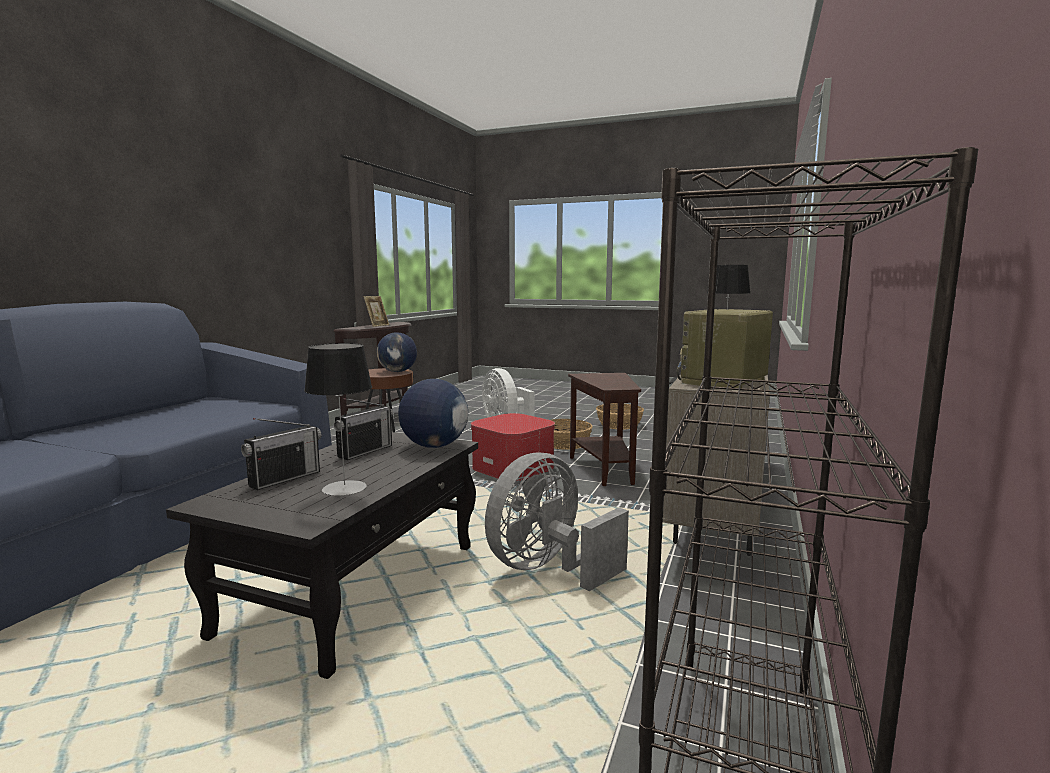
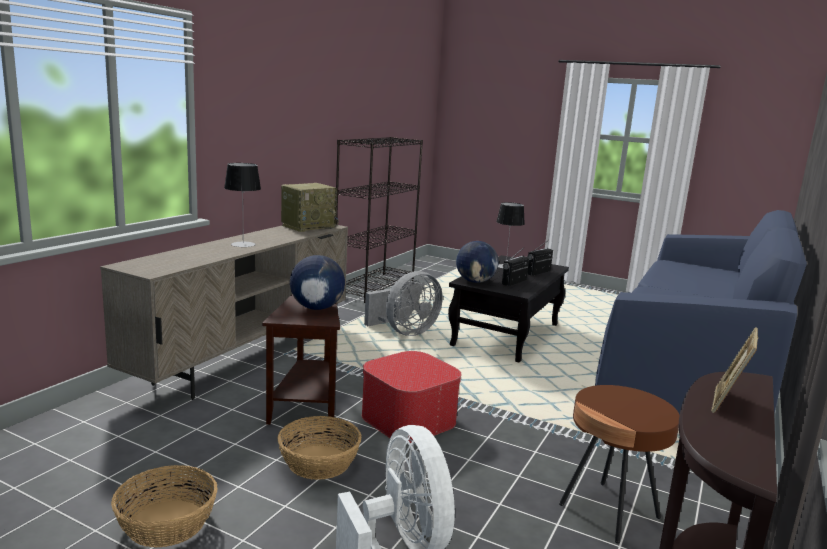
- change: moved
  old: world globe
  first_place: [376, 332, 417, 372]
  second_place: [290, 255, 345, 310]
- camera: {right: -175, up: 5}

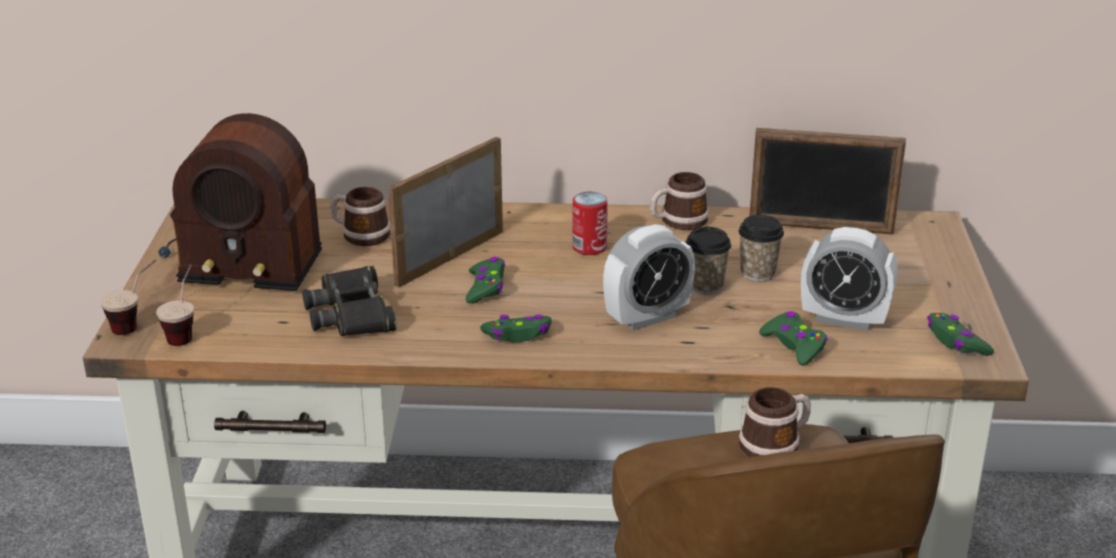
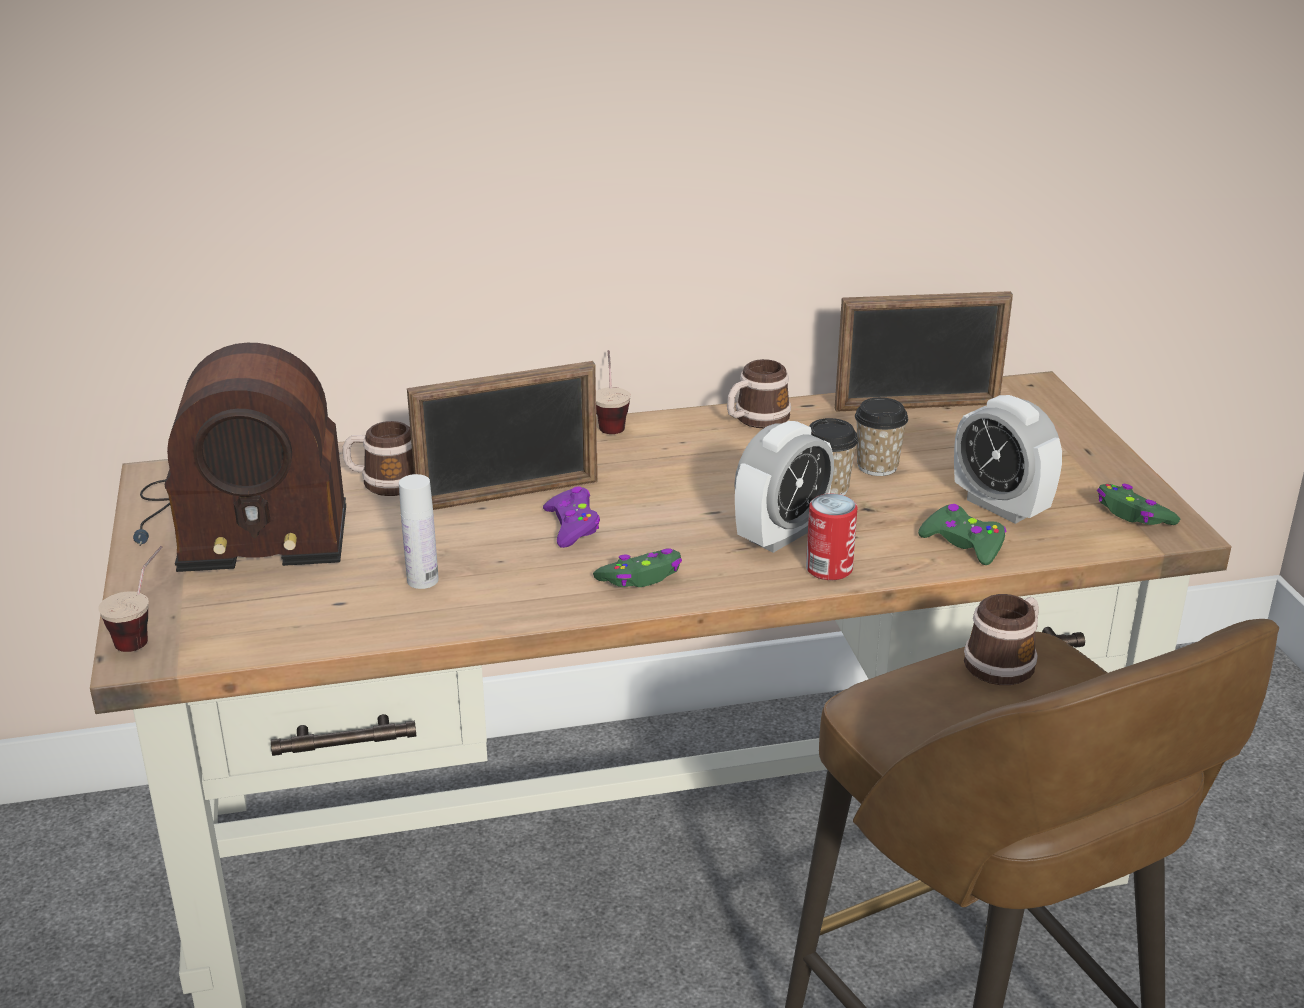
- change: turned
  old: picture frame
  first_place: [388, 137, 503, 287]
  second_place: [407, 361, 598, 510]
  degrees: -135
- change: moved
  old: metal can
  first_place: [572, 192, 608, 255]
  second_place: [806, 494, 857, 580]
- change: turned
  old: table clock
  first_place: [801, 227, 898, 331]
  second_place: [954, 395, 1062, 524]
  degrees: 45
- change: recoloured
  old: green game controller
  new: purplish game controller
  first_place: [466, 257, 505, 304]
  second_place: [543, 486, 600, 548]
- change: moved
  old: cup
  first_place: [156, 264, 194, 346]
  second_place: [596, 350, 631, 434]
- change: replaced
  old: blackish pair of binoculars
  new: whitish beverage bottle
  first_place: [302, 266, 397, 336]
  second_place: [399, 474, 439, 589]
- camera: {right: -15, up: 0}

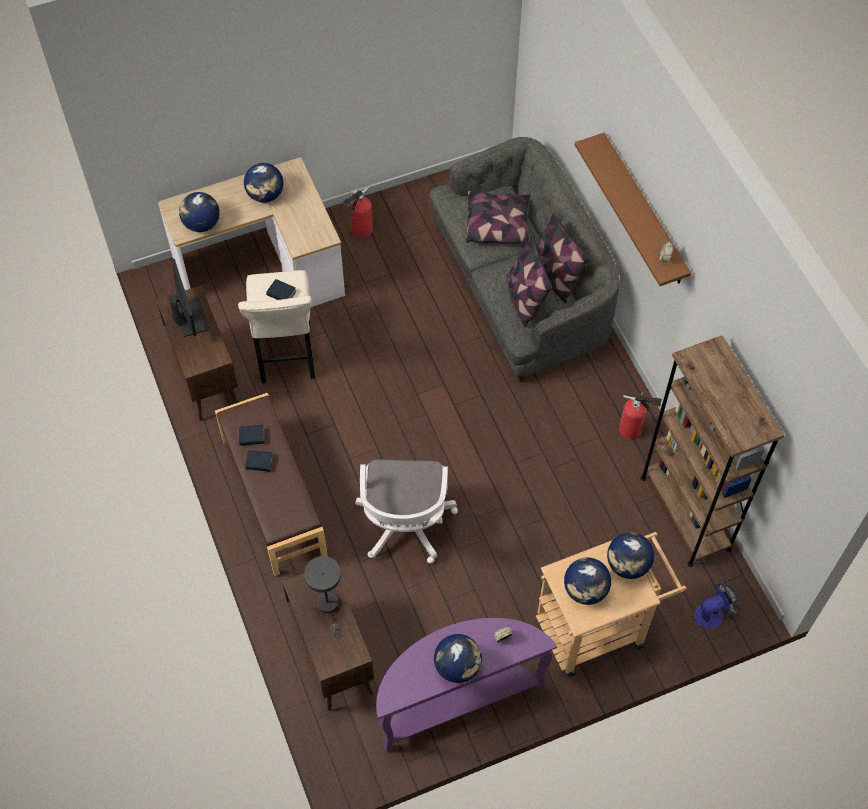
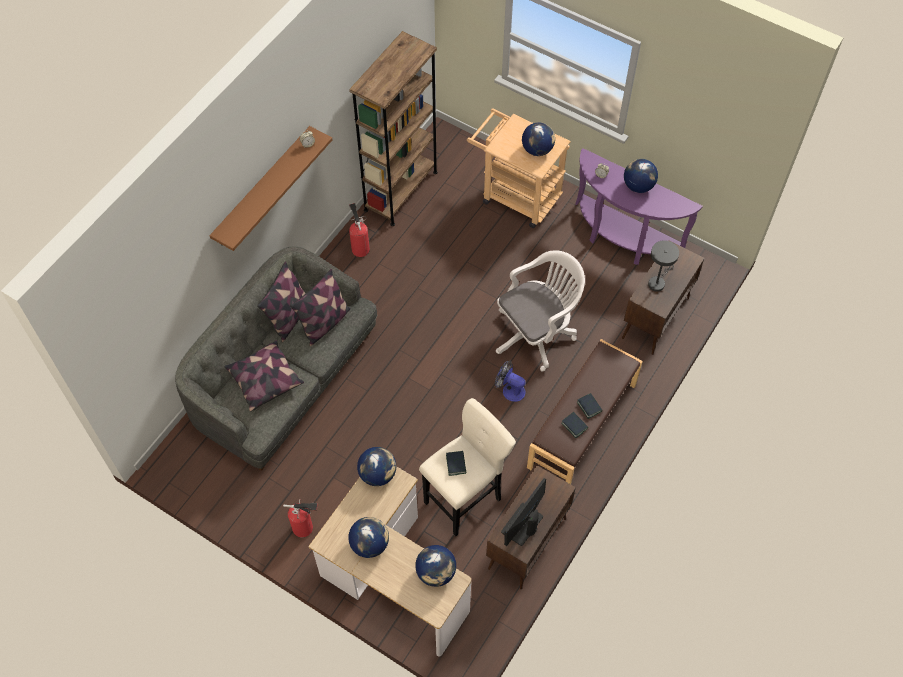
- change: moved
  old: world globe
  first_place: [607, 532, 654, 579]
  second_place: [357, 447, 396, 486]
- change: moved
  old: electric fan
  first_place: [694, 580, 740, 629]
  second_place: [495, 361, 526, 402]
- camera: {right: -125, up: 0}

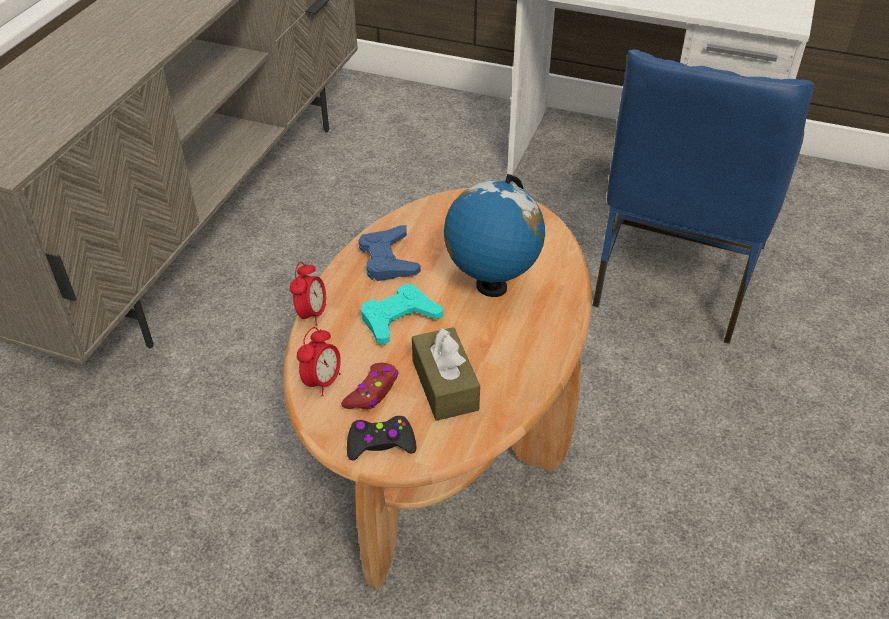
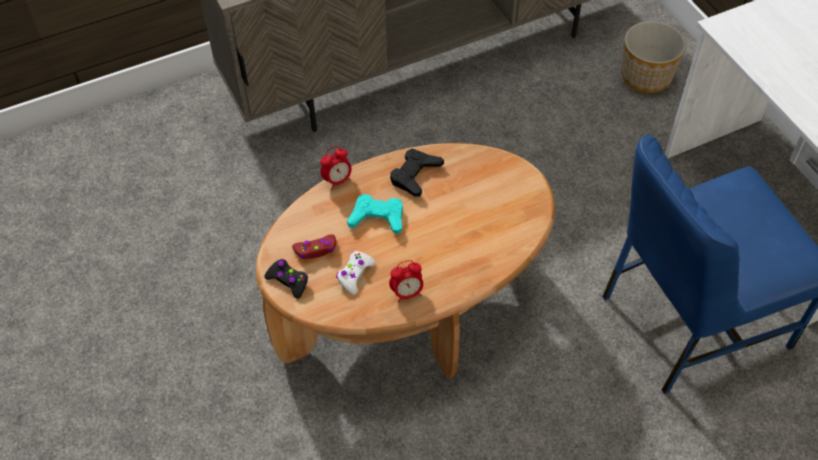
- change: removed
  old: world globe
  first_place: [444, 174, 545, 297]
- change: recoloured
  old: blue-coloured game controller
  new: blackish game controller
  first_place: [359, 225, 421, 281]
  second_place: [390, 149, 444, 197]
- change: replaced
  old: brownish tissue box
  new: whitish game controller
  first_place: [412, 326, 480, 421]
  second_place: [336, 251, 376, 294]
- change: moved
  old: table clock
  first_place: [297, 327, 341, 396]
  second_place: [389, 260, 423, 303]
- change: added
  new: plant pot
  second_place: [621, 21, 686, 93]
- camera: {right: 45, up: 10}

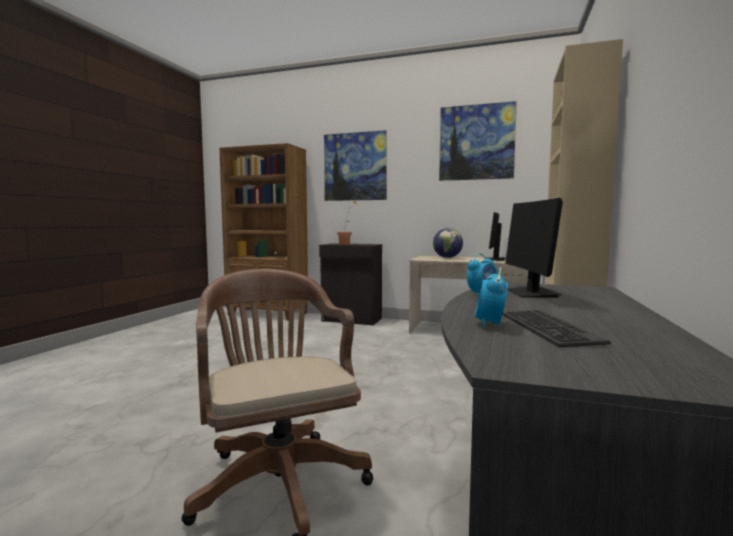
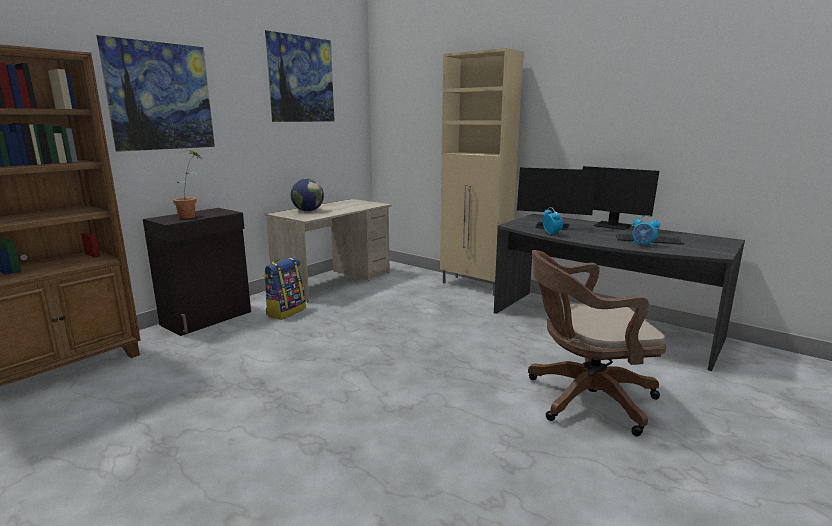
- change: moved
  old: computer display
  first_place: [485, 212, 506, 261]
  second_place: [583, 166, 659, 230]
- change: added
  new: rucksack
  second_place: [264, 257, 306, 320]
- camera: {right: -70, up: 10}

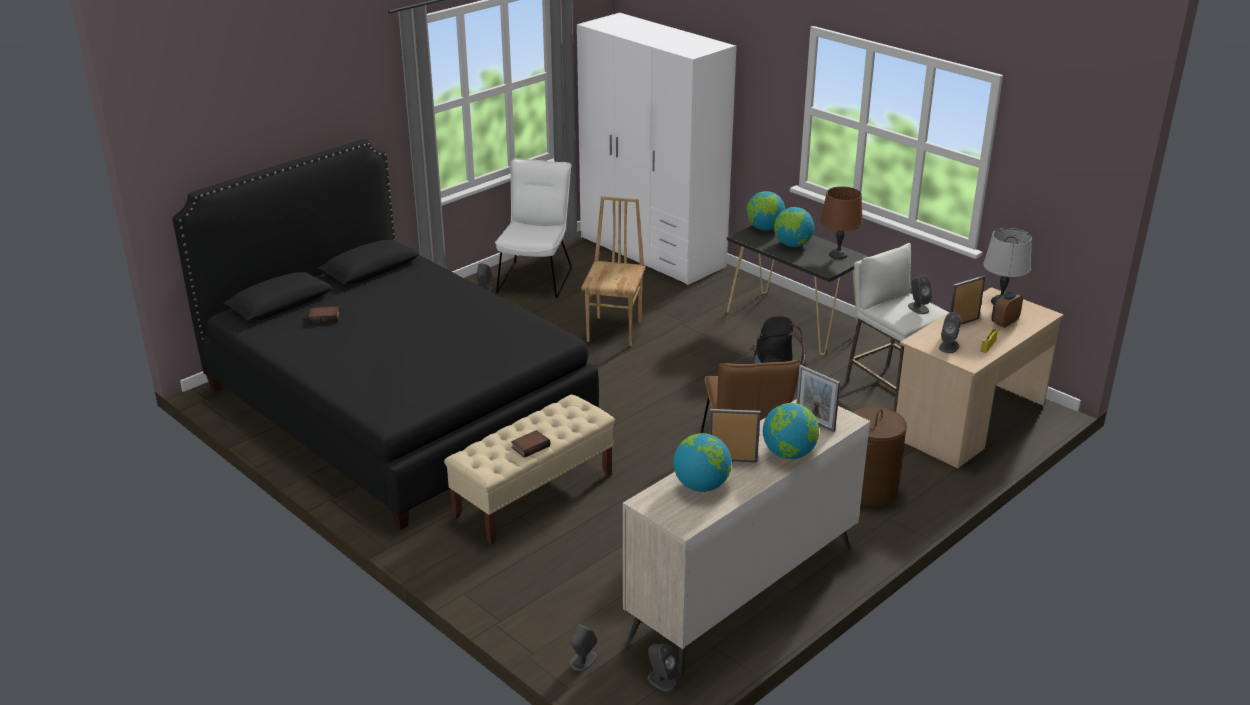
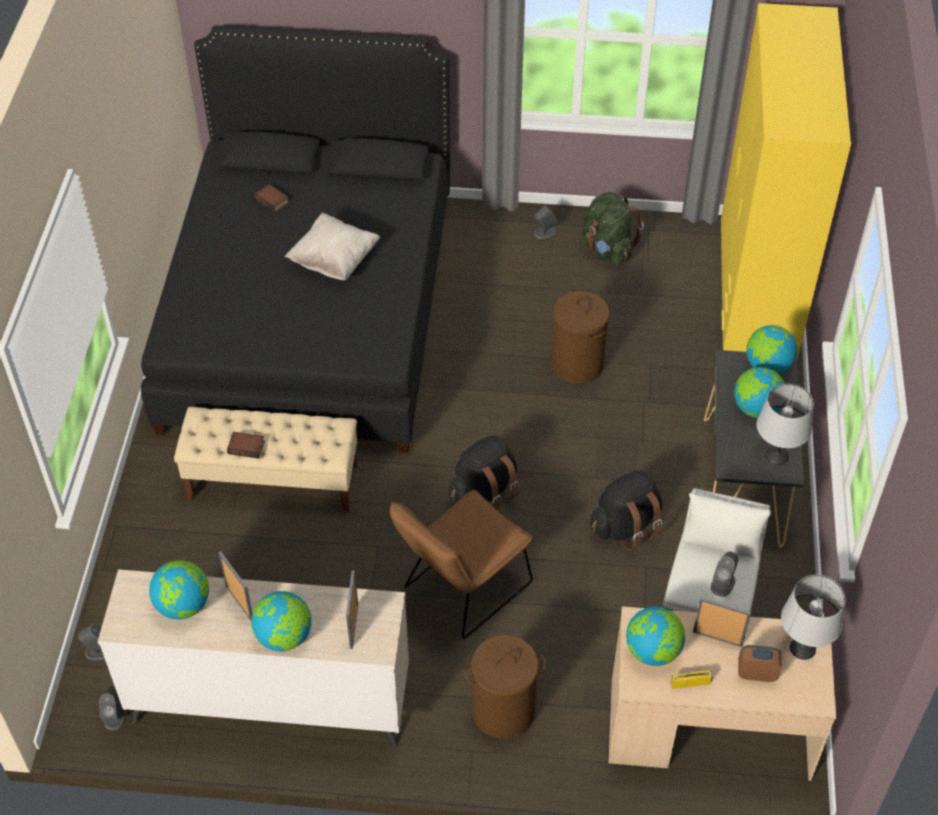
- change: recoloured
  old: whitish armoire
  new: yellow-coloured armoire
  first_place: [577, 13, 736, 285]
  second_place: [721, 3, 851, 360]
- change: replaced
  old: whitish chair
  new: green rucksack
  first_place: [495, 158, 572, 298]
  second_place: [583, 192, 644, 265]
- change: recoloured
  old: brownish lamp for a table
  new: gray lamp for a table
  first_place: [820, 186, 863, 259]
  second_place: [757, 384, 814, 466]
- change: replaced
  old: brownish chair
  new: brownish washing basket
  first_place: [581, 196, 645, 346]
  second_place: [551, 291, 610, 384]
- change: replaced
  old: gray speaker
  new: world globe
  first_place: [939, 312, 961, 353]
  second_place: [626, 607, 685, 666]
- change: added
  new: sand-coloured throw pillow
  second_place: [285, 213, 380, 280]
- change: added
  new: blackish rucksack
  second_place: [449, 435, 519, 510]
- camera: {right: 50, up: 20}

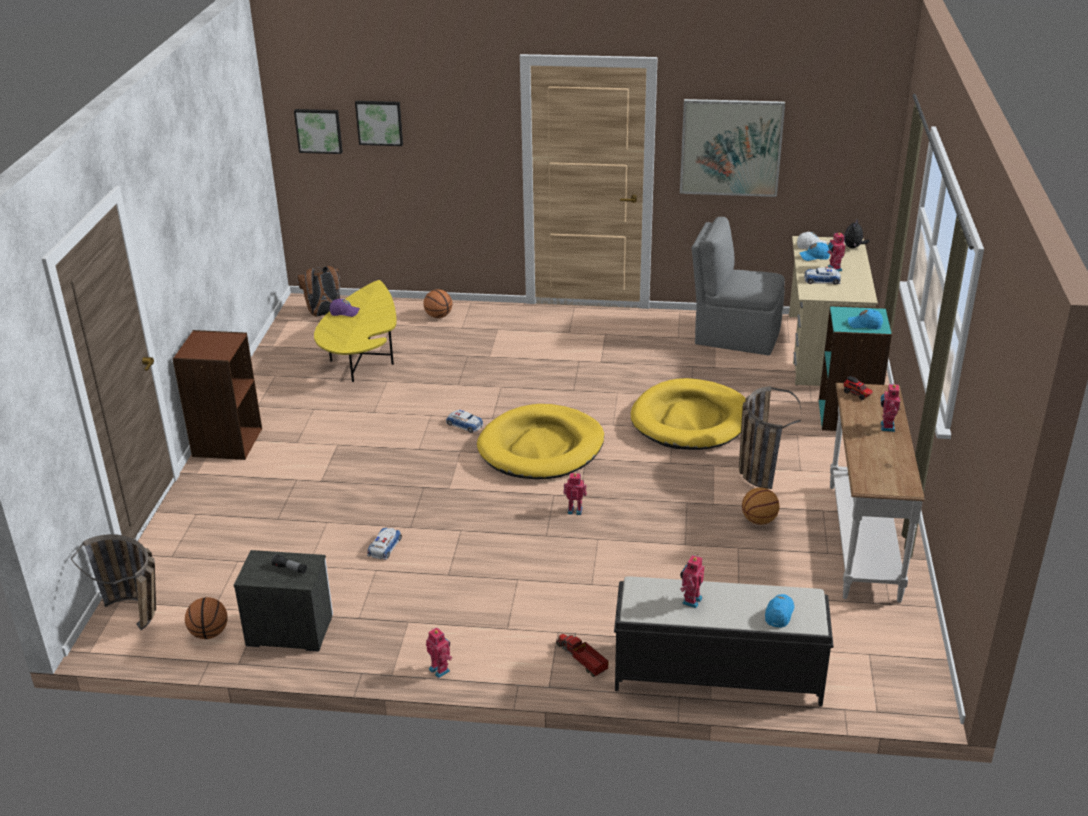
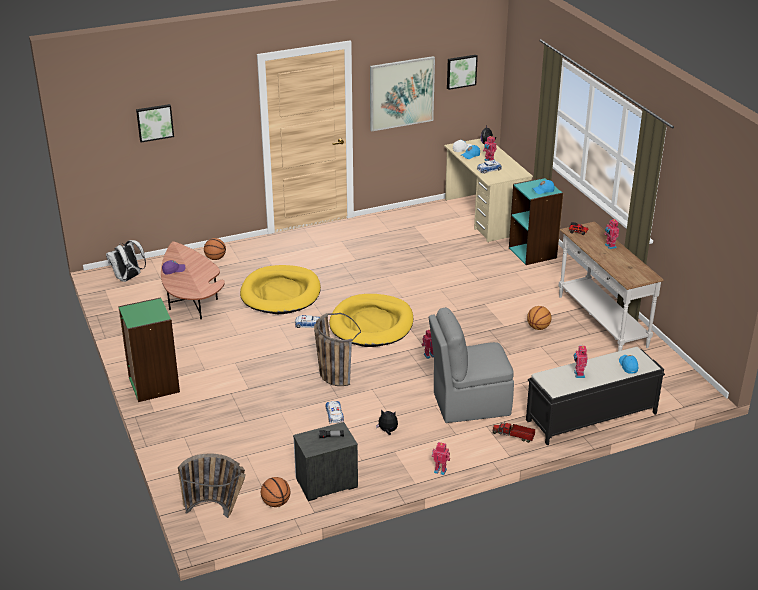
- change: moved
  old: picture
  first_place: [294, 109, 343, 154]
  second_place: [447, 55, 478, 90]
- change: moved
  old: gray chair
  first_place: [692, 217, 785, 356]
  second_place: [429, 307, 514, 423]
- change: recoloured
  old: brownish rucksack
  new: whitish rucksack
  first_place: [297, 266, 340, 317]
  second_place: [106, 240, 146, 282]
- change: recoloured
  old: yellow-coloured low table
  new: brownish low table
  first_place: [314, 280, 397, 382]
  second_place: [161, 241, 225, 319]
- change: recoloured
  old: brownish shelving unit
  new: green shelving unit
  first_place: [173, 330, 262, 460]
  second_place: [118, 297, 180, 402]
- change: moved
  old: yellow-coloured pet bed
  first_place: [631, 378, 746, 450]
  second_place: [240, 265, 321, 314]
- change: moved
  old: basket
  first_place: [739, 386, 802, 489]
  second_place: [314, 313, 361, 386]
- change: added
  new: plush toy
  second_place: [376, 410, 398, 435]
- camera: {right: -30, up: 0}

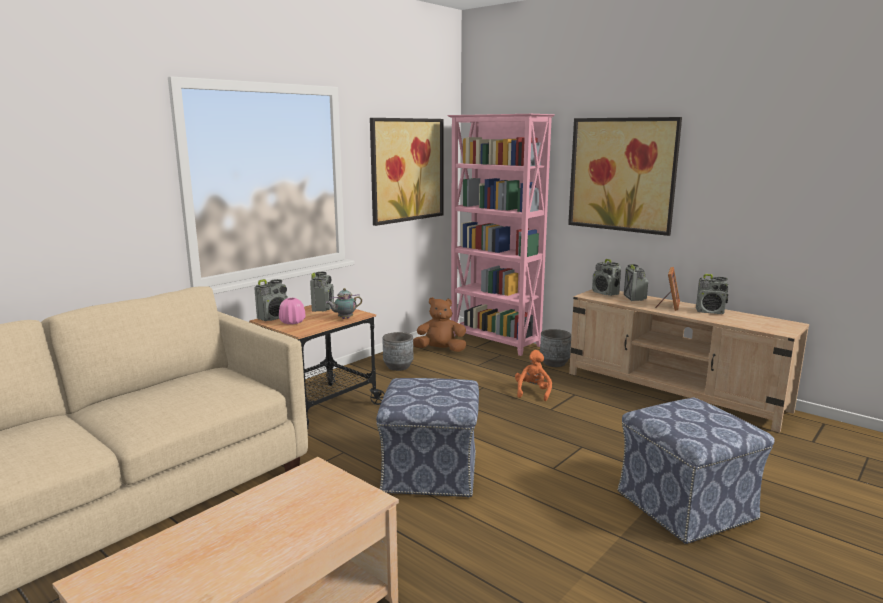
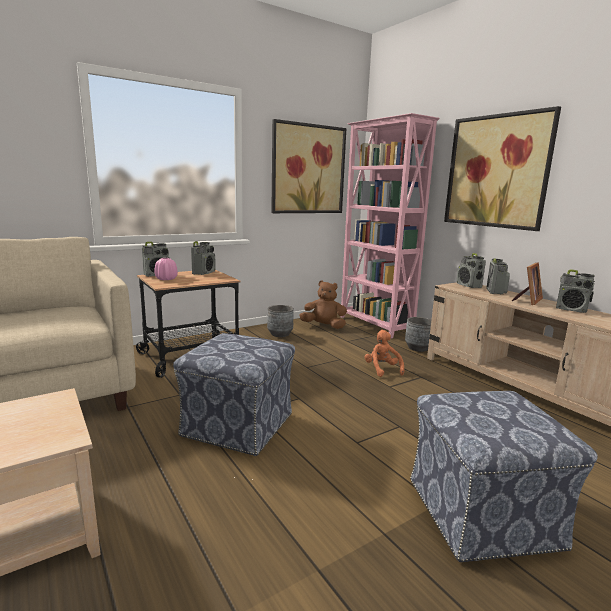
- change: removed
  old: teapot
  first_place: [326, 288, 362, 319]
- change: turned
  old: orange-coloured plush toy
  first_place: [515, 350, 552, 401]
  second_place: [365, 330, 404, 377]
  degrees: -45
- camera: {right: 15, up: 0}

